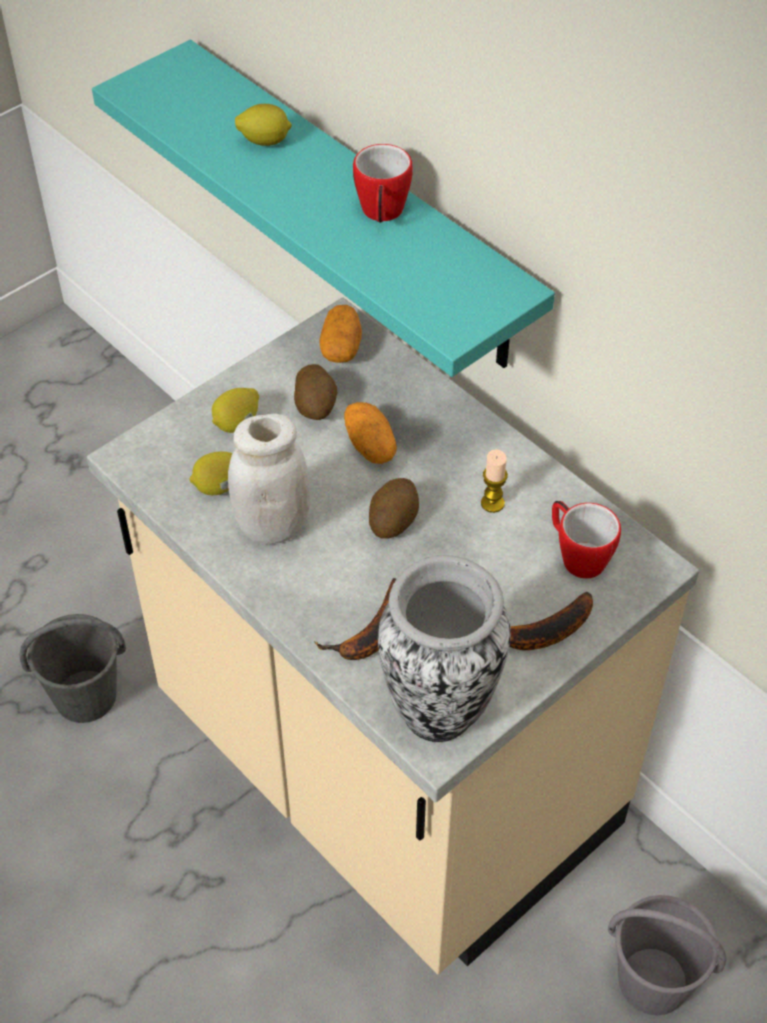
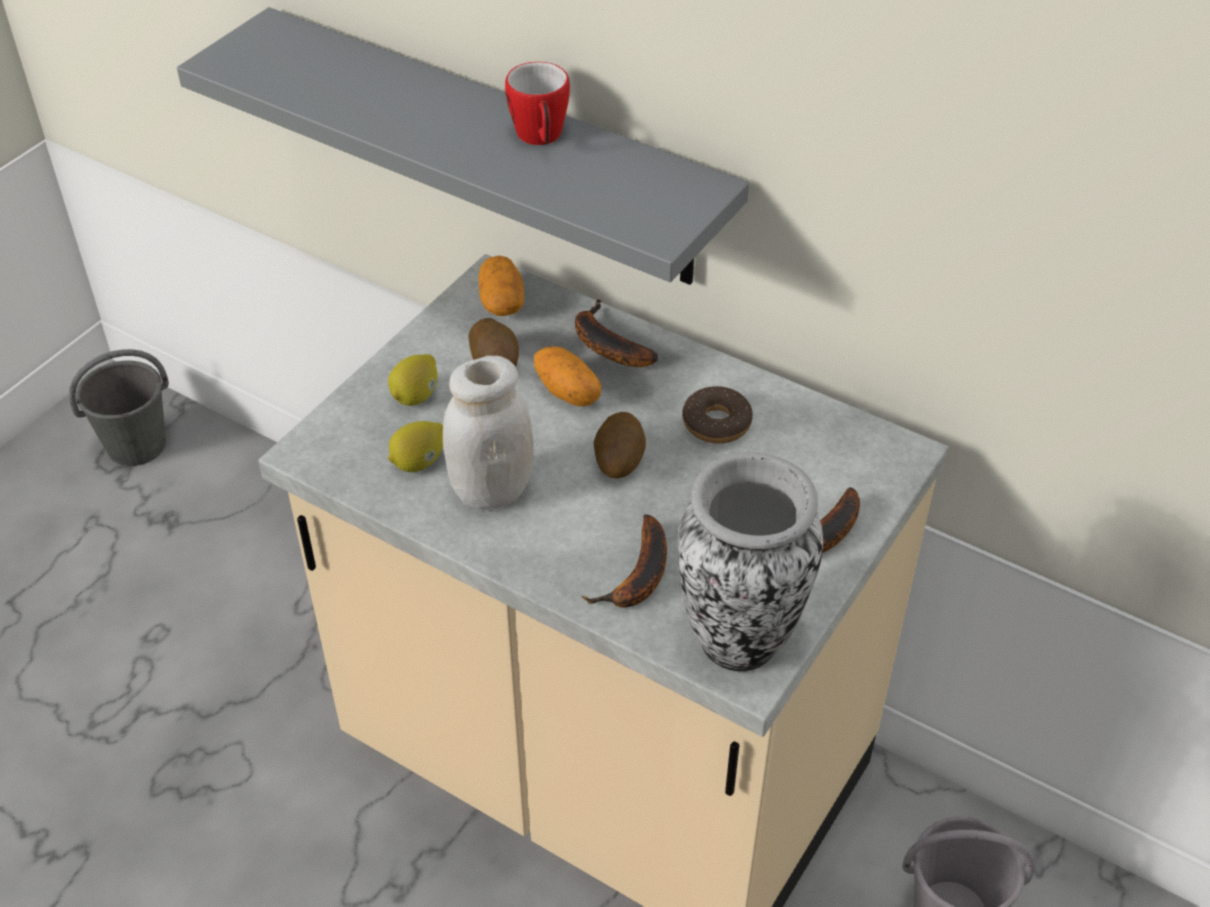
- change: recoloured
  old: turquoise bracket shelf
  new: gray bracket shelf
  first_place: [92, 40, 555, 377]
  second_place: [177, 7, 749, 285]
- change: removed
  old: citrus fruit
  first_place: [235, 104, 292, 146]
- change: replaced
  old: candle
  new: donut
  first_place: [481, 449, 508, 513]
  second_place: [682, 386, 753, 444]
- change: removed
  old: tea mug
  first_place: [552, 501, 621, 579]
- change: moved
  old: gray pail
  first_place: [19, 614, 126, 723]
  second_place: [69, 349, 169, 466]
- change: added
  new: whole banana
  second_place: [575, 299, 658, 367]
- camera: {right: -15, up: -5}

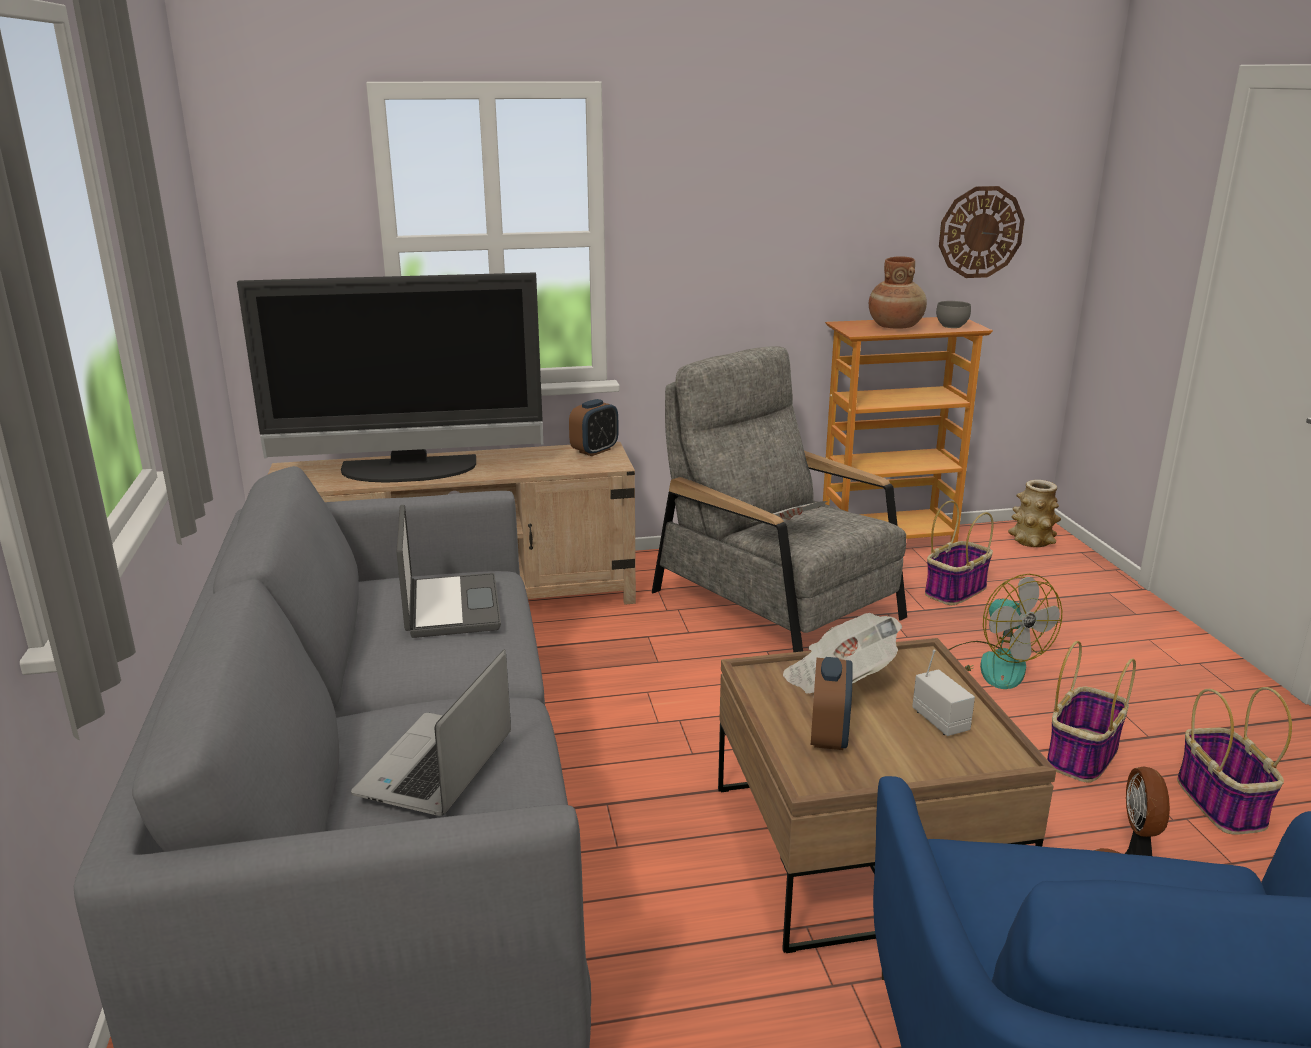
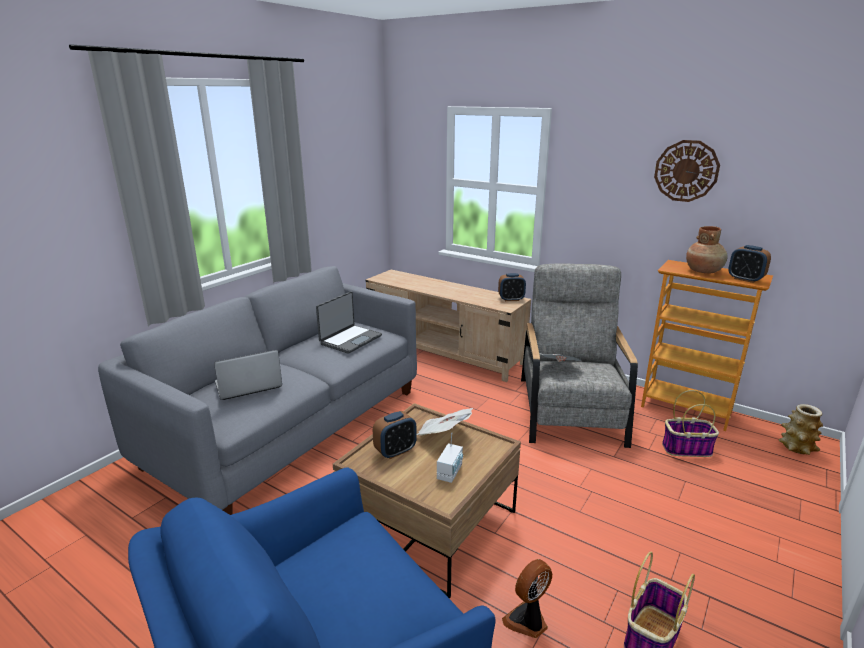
- change: moved
  old: clock on the wall
  first_place: [939, 186, 1025, 278]
  second_place: [654, 140, 720, 202]
- change: removed
  old: television
  first_place: [237, 272, 543, 483]
- change: replaced
  old: gray deep dish
  new: table clock
  first_place: [936, 301, 971, 328]
  second_place: [728, 245, 771, 283]
- change: removed
  old: electric fan
  first_place: [948, 574, 1062, 689]
- change: removed
  old: basket
  first_place: [1047, 641, 1136, 783]
- camera: {right: 45, up: 0}

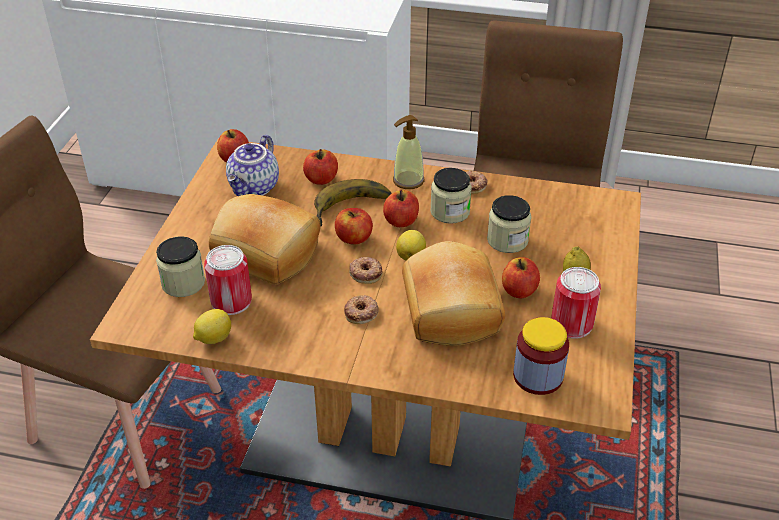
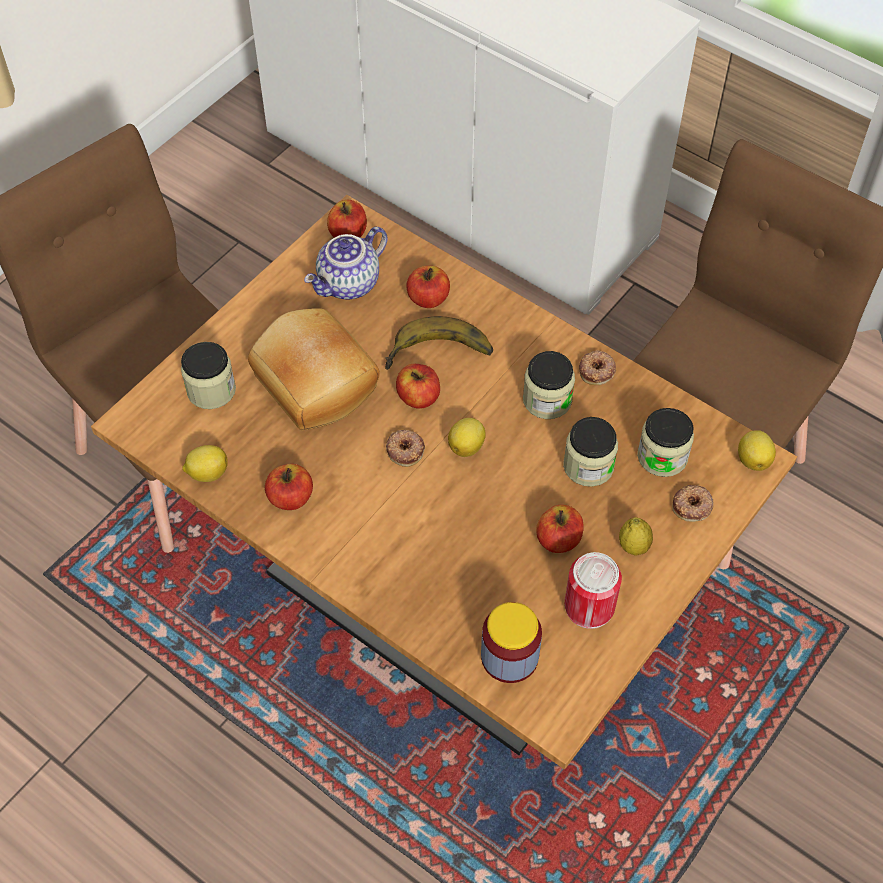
- change: removed
  old: soap bottle
  first_place: [393, 115, 424, 189]
- change: moved
  old: whole apple
  first_place: [383, 190, 419, 227]
  second_place: [265, 464, 313, 510]
- change: removed
  old: bakery bread
  first_place: [402, 241, 505, 346]
- change: removed
  old: metal can
  first_place: [204, 245, 252, 315]
- change: moved
  old: donut
  first_place: [344, 295, 379, 324]
  second_place: [672, 485, 713, 522]
- change: added
  new: storage jar
  second_place: [637, 408, 694, 477]
- change: added
  new: citrus fruit
  second_place: [738, 430, 776, 471]
- camera: {right: 25, up: 15}

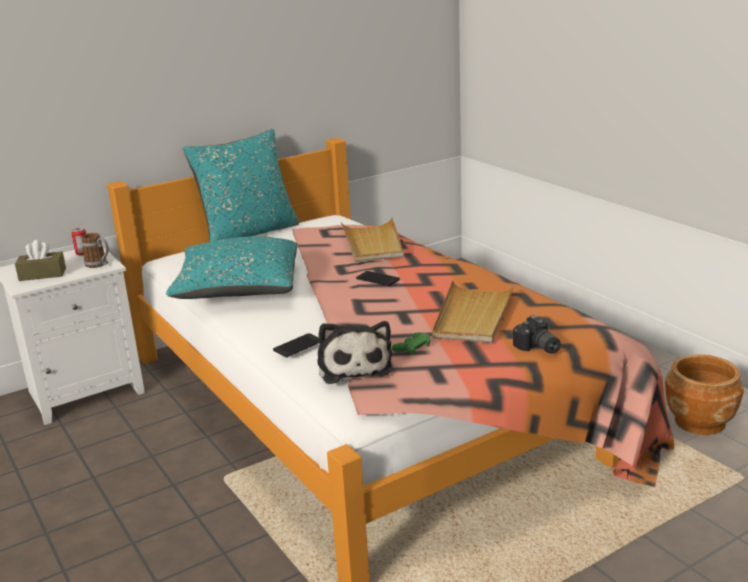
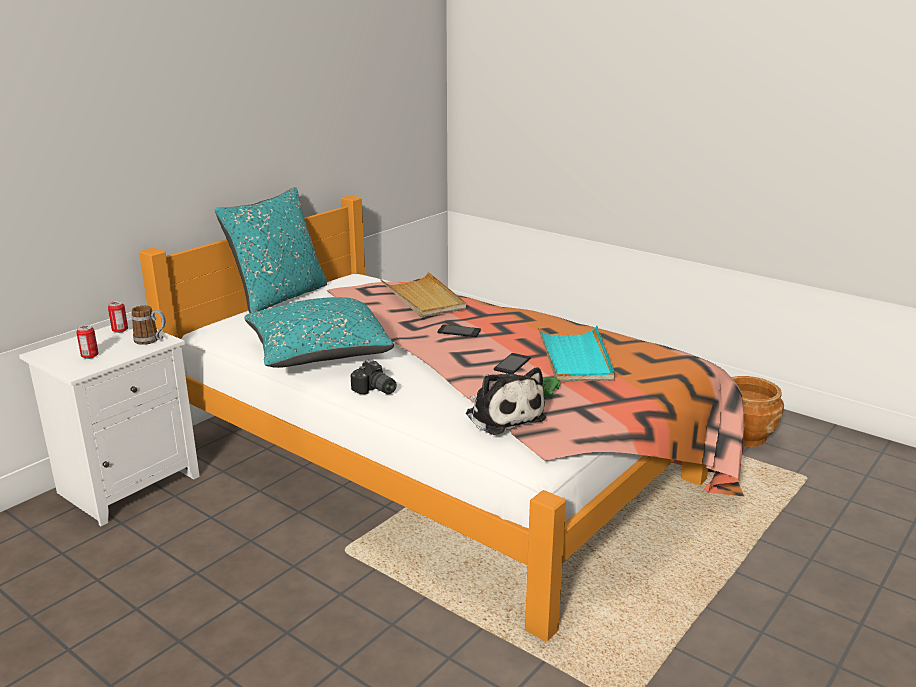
- change: replaced
  old: brownish tissue box
  new: metal can
  first_place: [15, 240, 66, 281]
  second_place: [76, 325, 99, 359]
- change: recoloured
  old: sand-coloured tray
  new: turquoise tray
  first_place: [432, 280, 515, 343]
  second_place: [537, 325, 615, 382]
- change: moved
  old: still camera
  first_place: [513, 315, 561, 354]
  second_place: [351, 359, 397, 394]
- change: moved
  old: handset
  first_place: [273, 333, 319, 357]
  second_place: [494, 353, 531, 374]
- camera: {right: -20, up: 0}

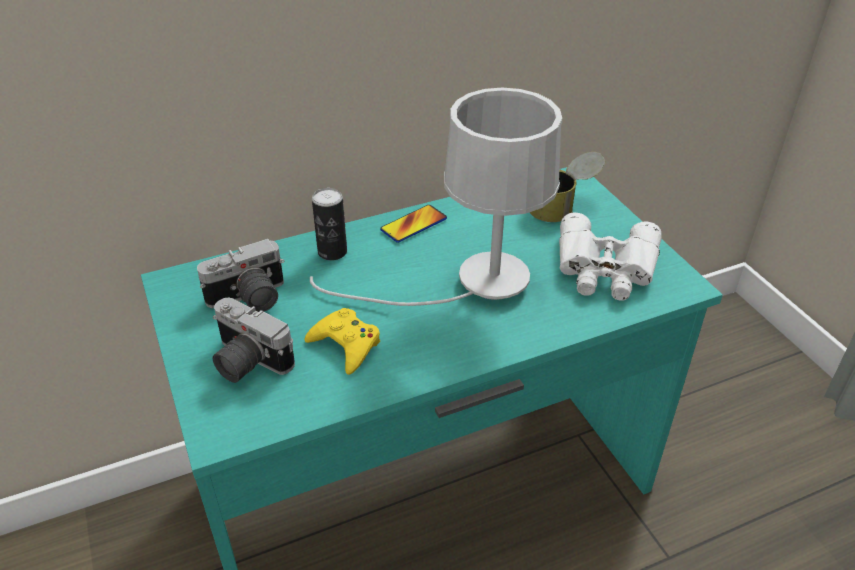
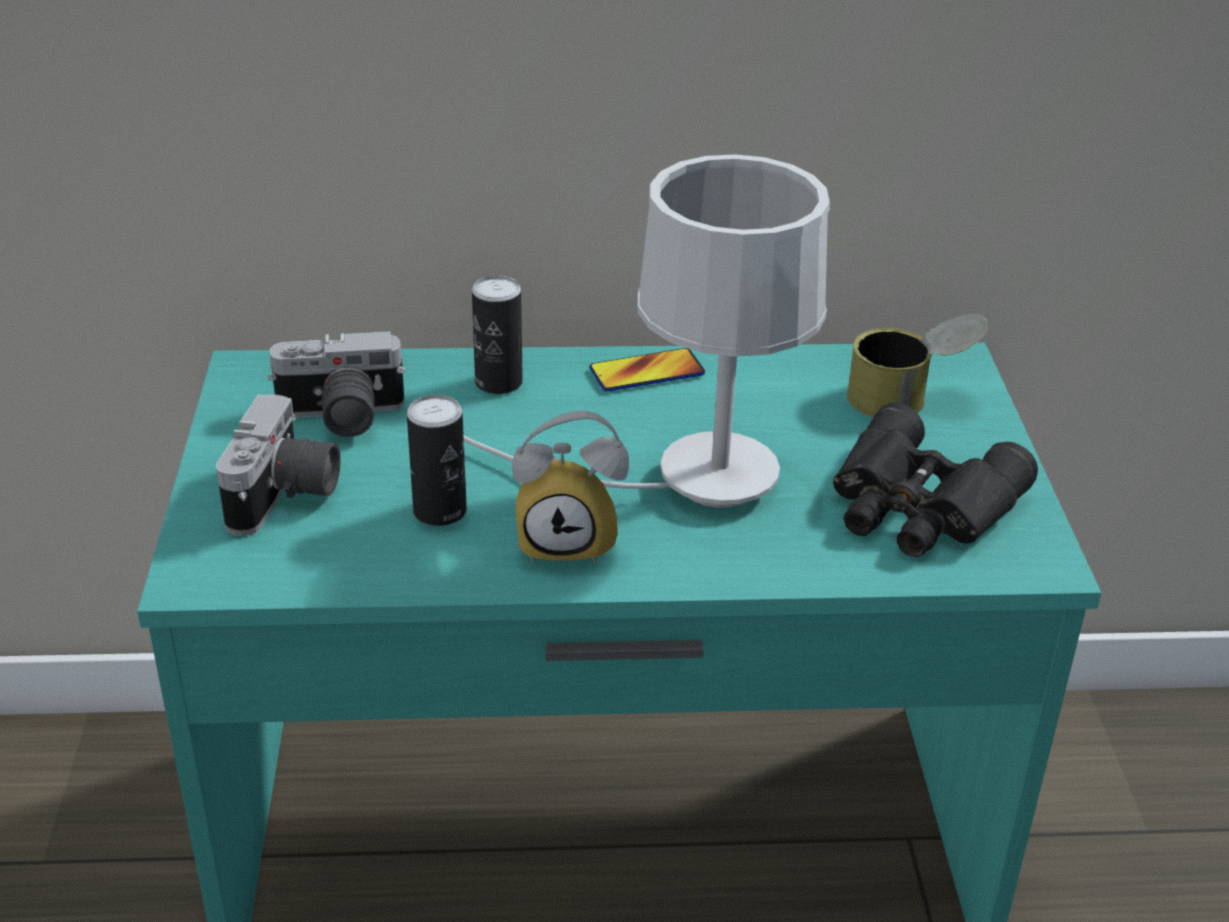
- change: recoloured
  old: whitish pair of binoculars
  new: blackish pair of binoculars
  first_place: [559, 213, 662, 301]
  second_place: [833, 402, 1038, 557]
- change: turned
  old: still camera
  first_place: [213, 298, 295, 383]
  second_place: [216, 394, 341, 536]
  degrees: -135
- change: replaced
  old: yellow-coloured game controller
  new: metal can
  first_place: [304, 308, 380, 375]
  second_place: [407, 395, 467, 526]
- change: added
  new: table clock
  second_place: [512, 411, 629, 564]
- camera: {right: 20, up: -5}

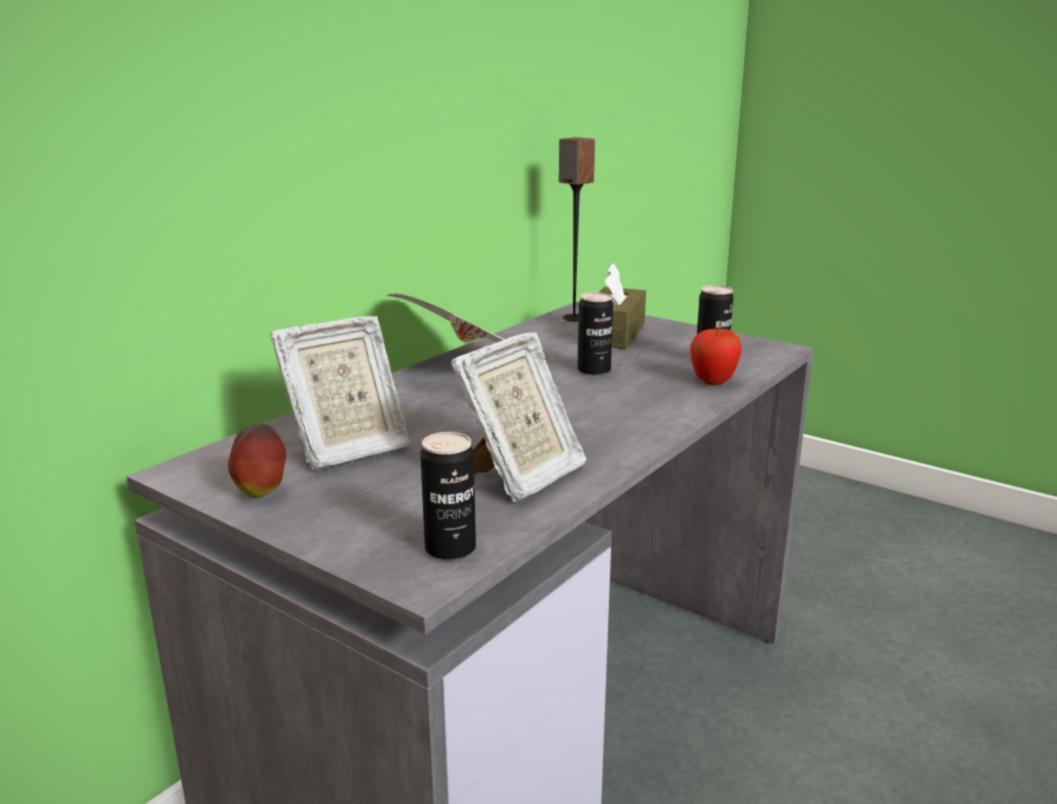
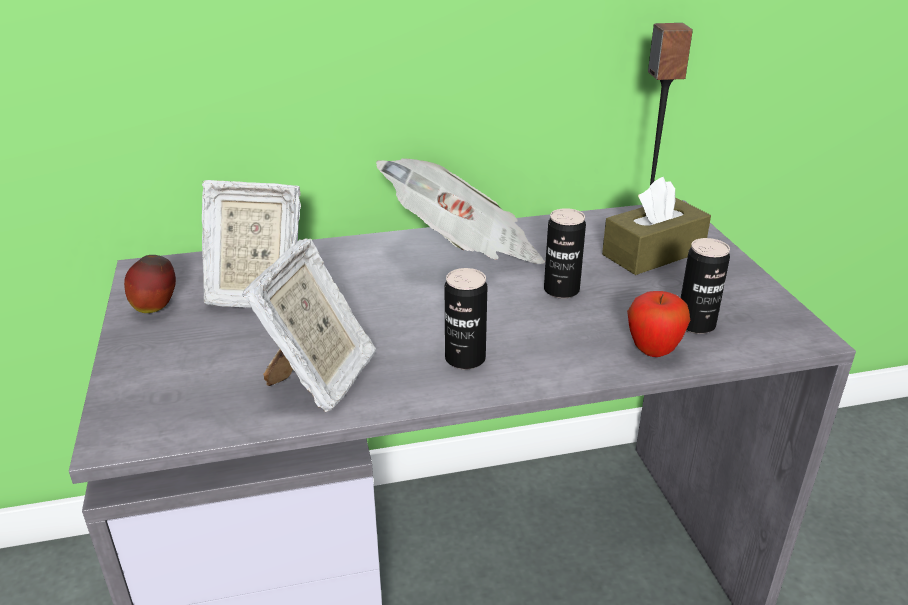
- change: turned
  old: picture frame
  first_place: [451, 332, 587, 502]
  second_place: [242, 238, 376, 412]
  degrees: -60
- change: moved
  old: metal can
  first_place: [420, 432, 476, 561]
  second_place: [445, 268, 488, 370]
- camera: {right: 40, up: 10}

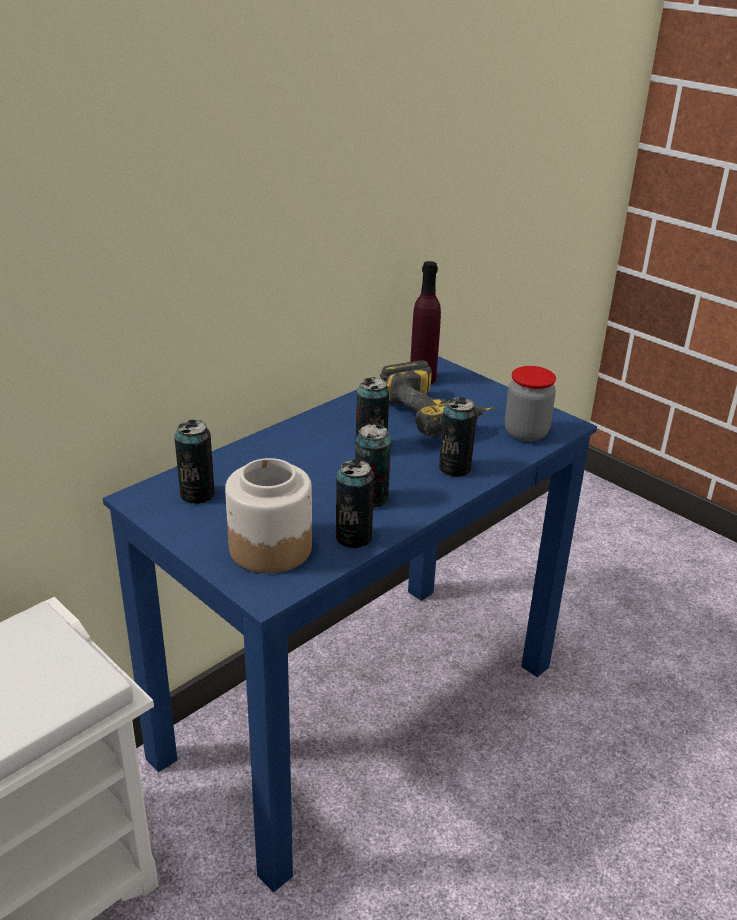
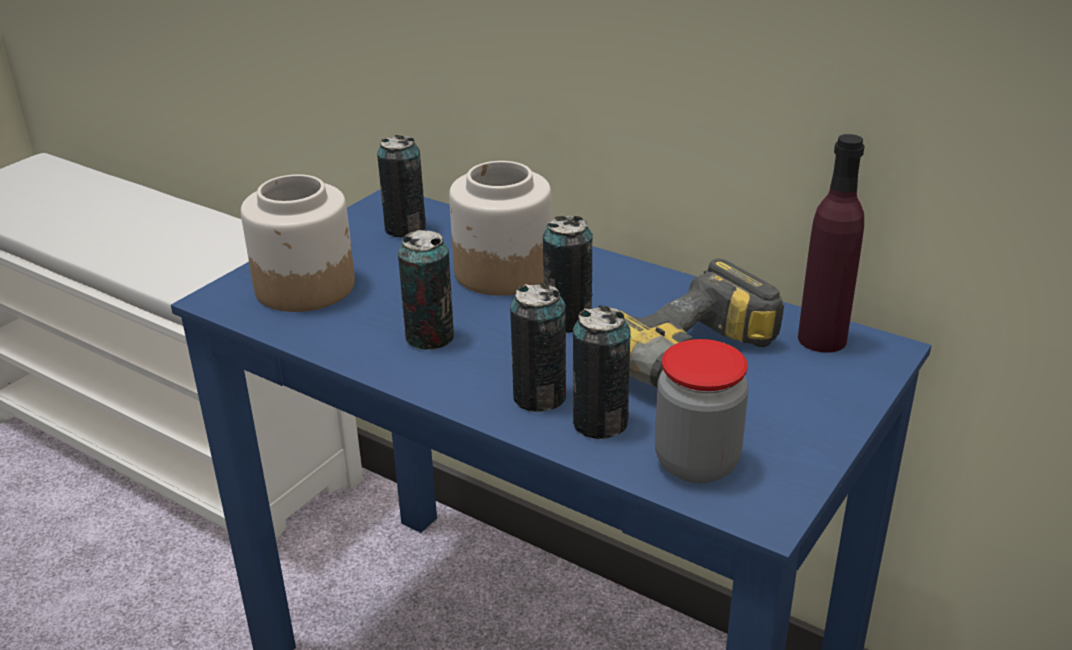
- change: moved
  old: metal can
  first_place: [336, 460, 374, 548]
  second_place: [573, 306, 631, 439]
- change: added
  new: storage jar
  second_place: [449, 161, 551, 296]
- camera: {right: 80, up: 0}

